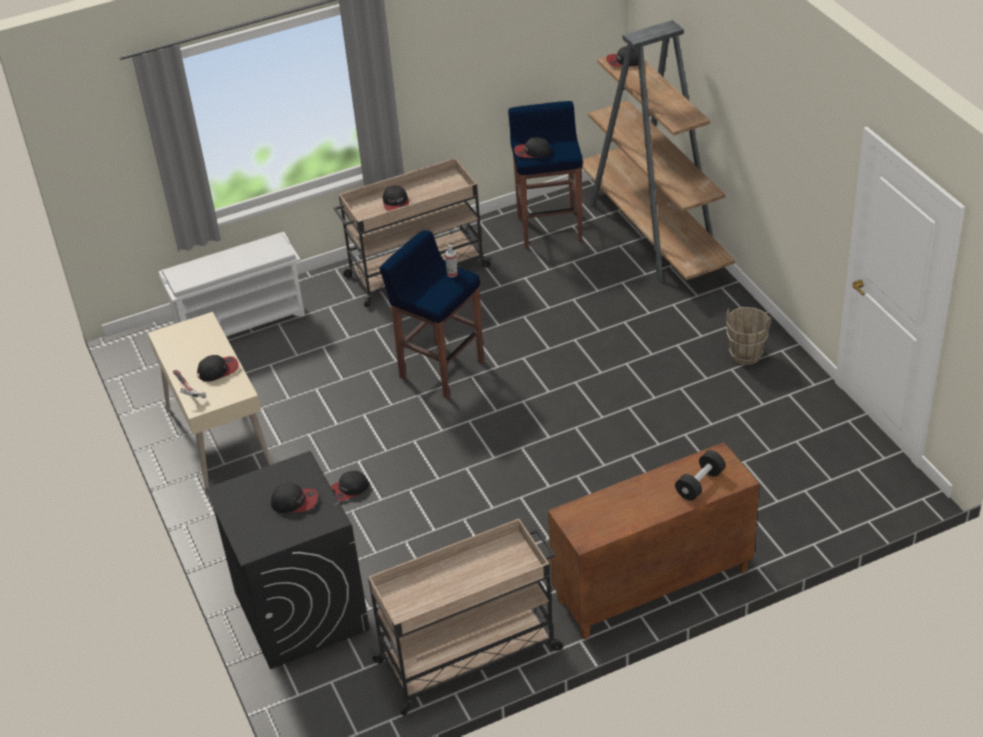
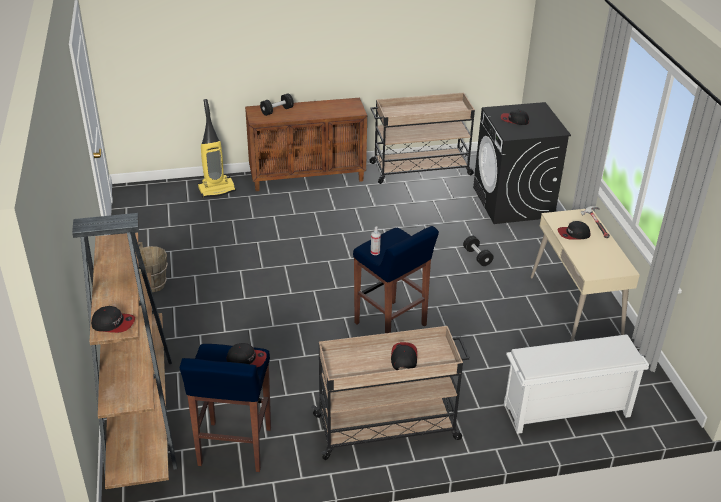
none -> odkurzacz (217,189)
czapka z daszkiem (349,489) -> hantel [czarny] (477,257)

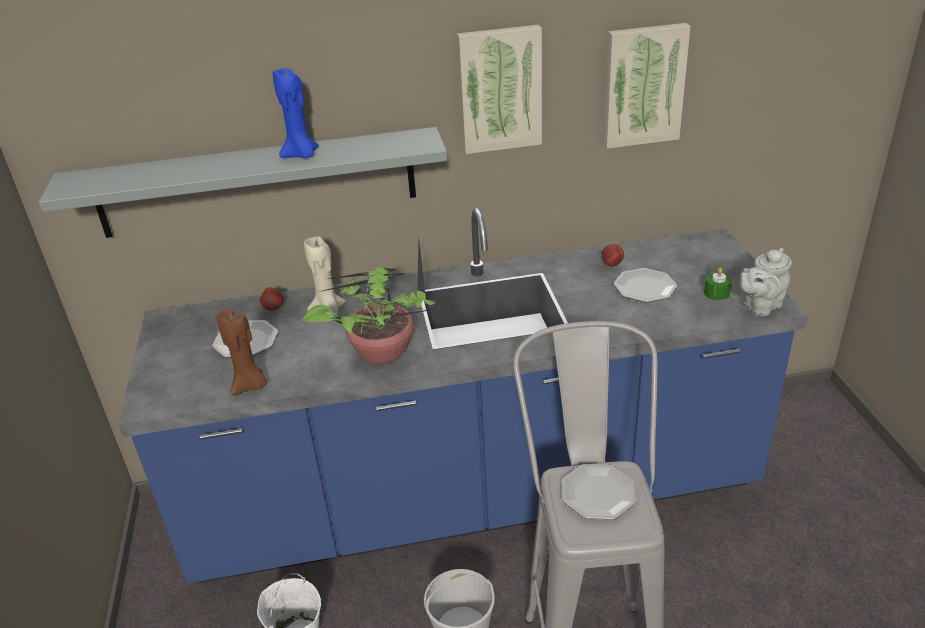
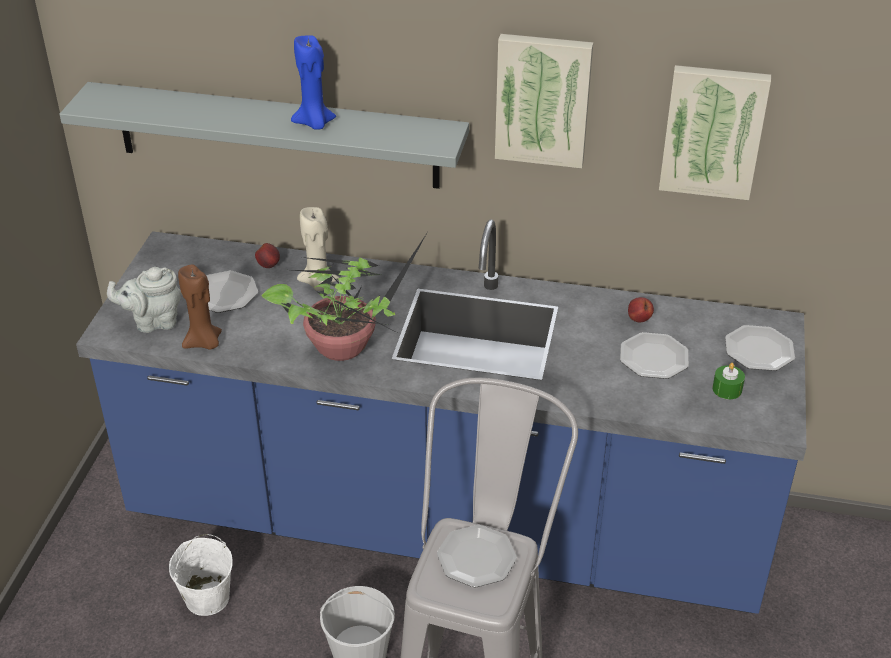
none -> talerz (758,350)
imbryk [szary] (759,306) -> imbryk [szary] (153,322), relocated

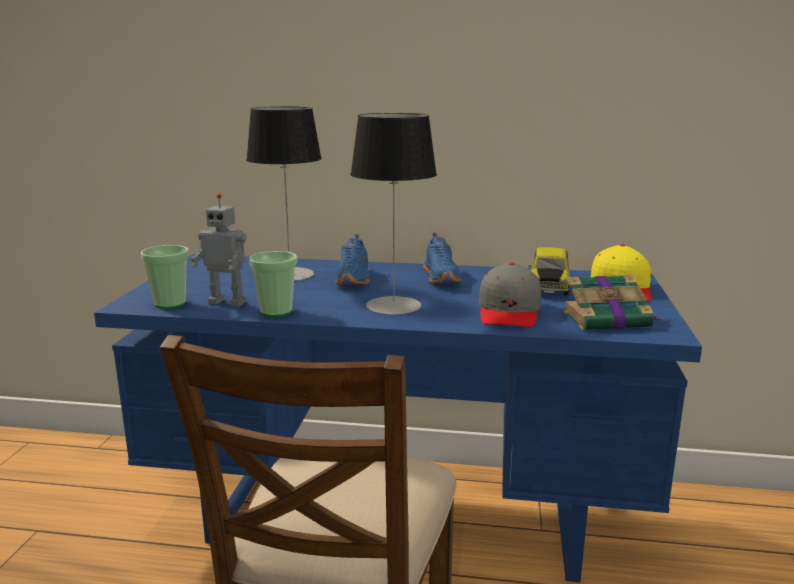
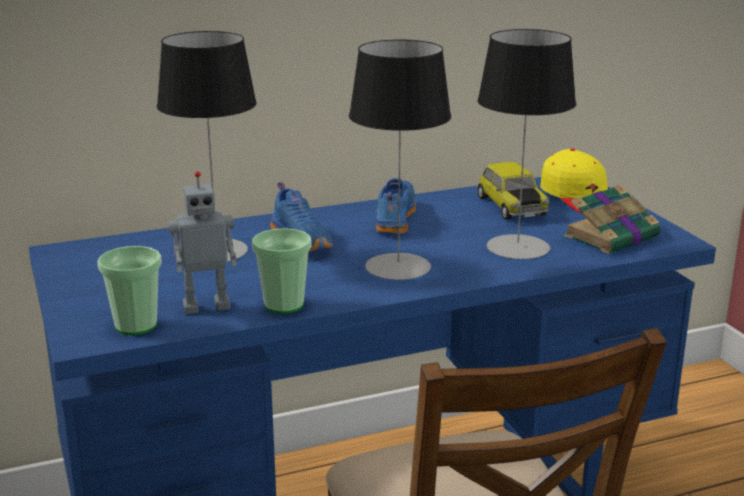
czapka z daszkiem [szary] (509,311) -> lampa stołowa (517,247)
but [niebieski] (442,277) -> but [niebieski] (393,218), 135 degrees counterclockwise

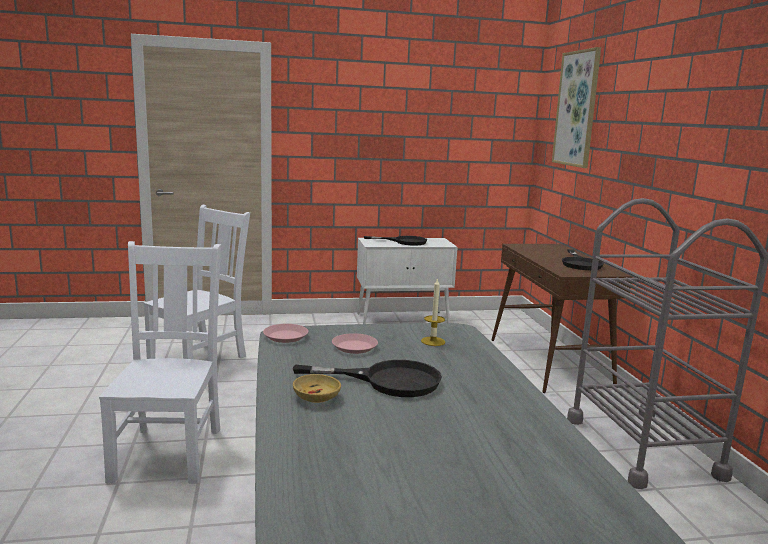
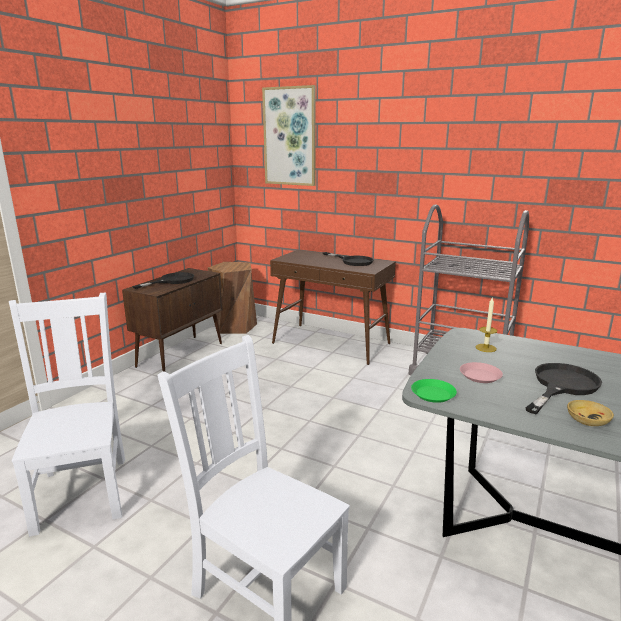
none -> stołek [brązowy] (234,326)
talerz [różowy] (286,336) -> talerz [zielony] (433,394)
szafka [biały] (403,319) -> szafka [brązowy] (181,354)

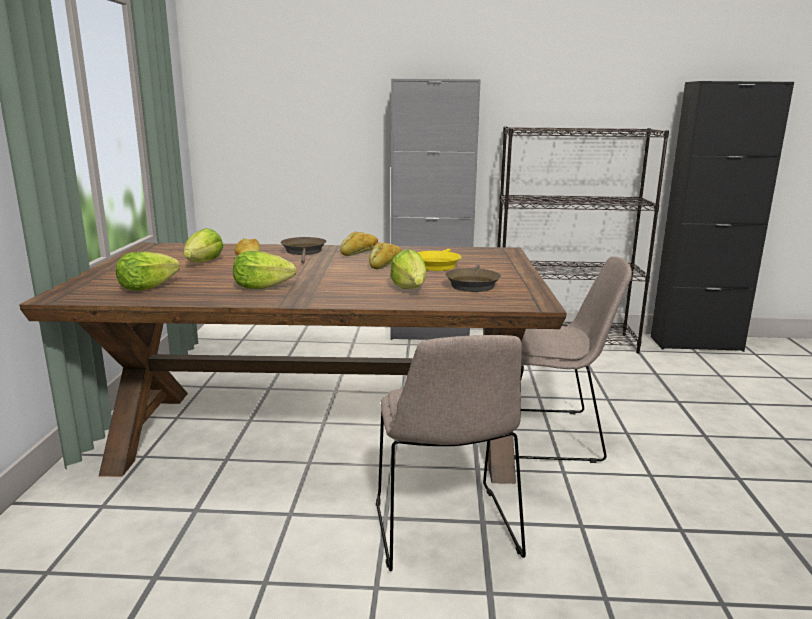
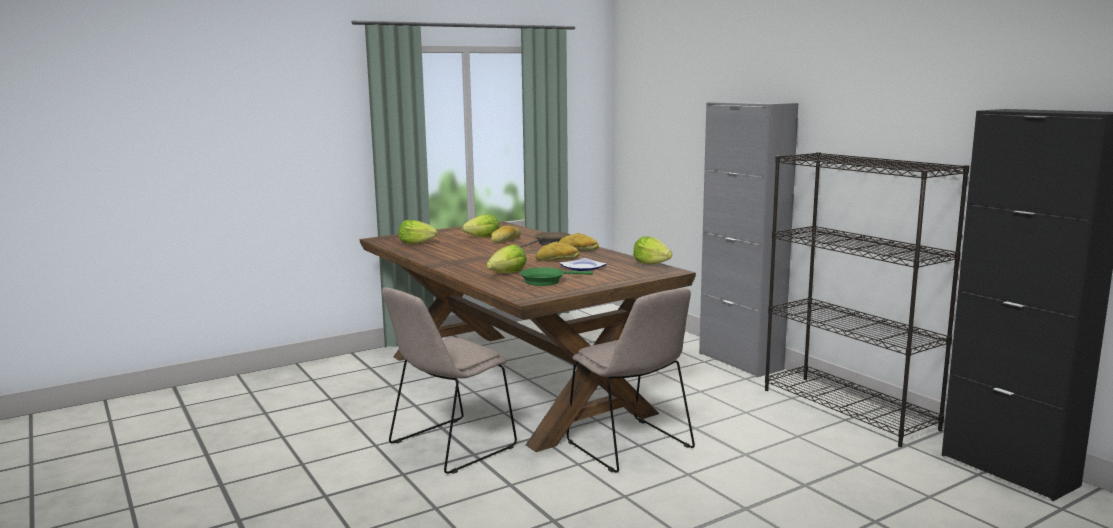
sałata (262,287) -> sałata (651,264), relocated
patelnia [żółty] (436,265) -> talerz (581,267)
patelnia [brązowy] (472,284) -> patelnia [zielony] (546,281)

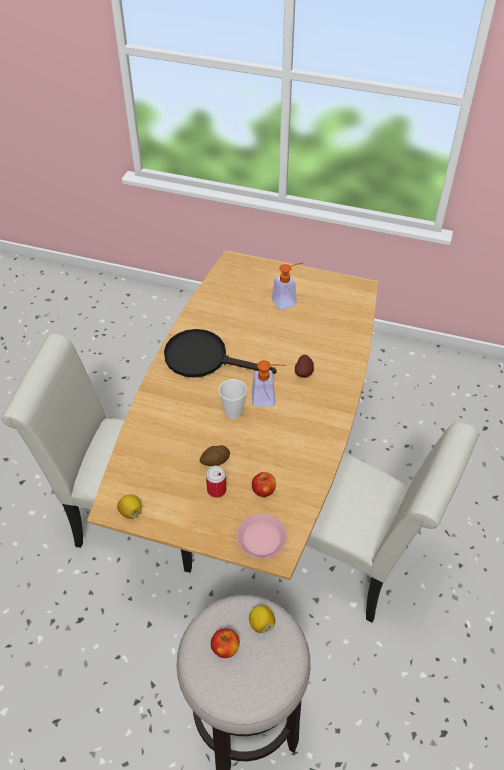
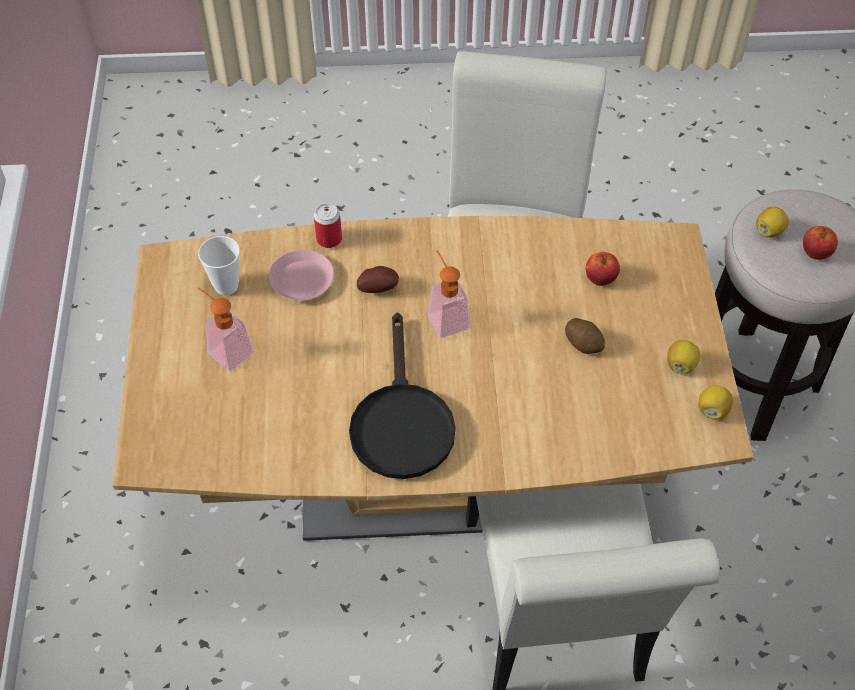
none -> cytryna (681,365)
puszka (216,490) -> puszka (329,239), relocated
filiżanka (233,412) -> filiżanka (226,286), relocated
talerz [różowy] (262,538) -> talerz [różowy] (301,279), relocated

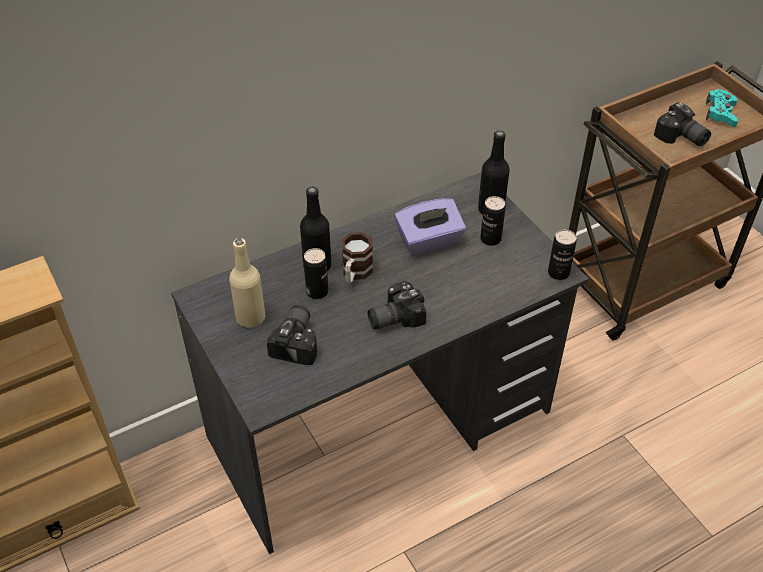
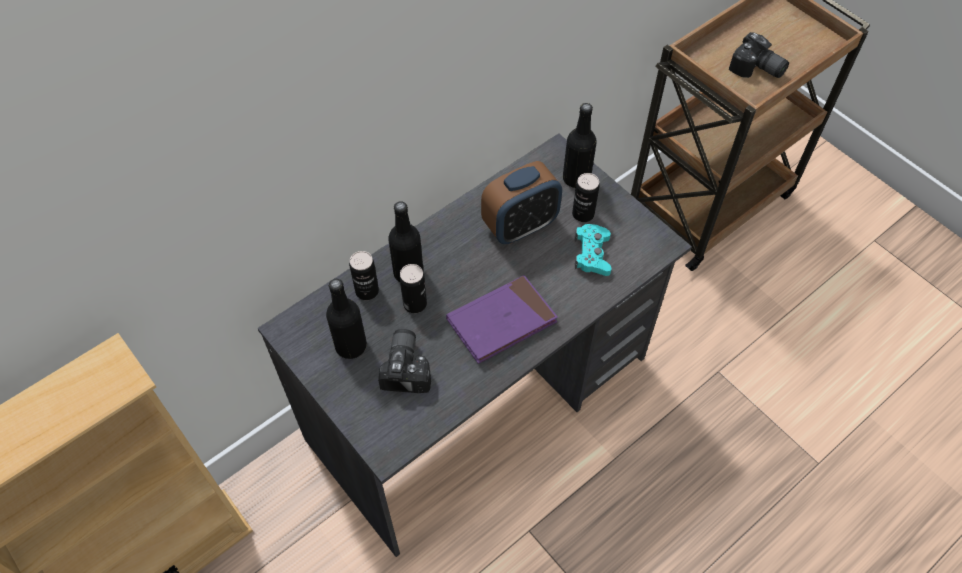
kubek (355,273) -> none
puszka (558,273) -> puszka (367,291), relocated
pad do gier [turkusowy] (720,113) -> pad do gier [turkusowy] (592,254), relocated
aparat fotograficzny (393,316) -> książka [fioletowy] (501,321)
pudełko chusteczek [fioletowy] (429,242) -> budzik (520,226)
butelka [beżowy] (250,318) -> butelka [czarny] (351,346)

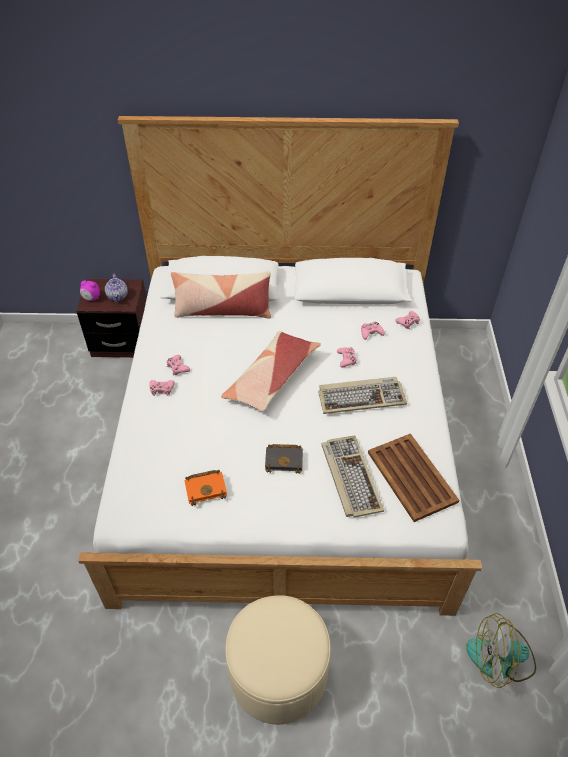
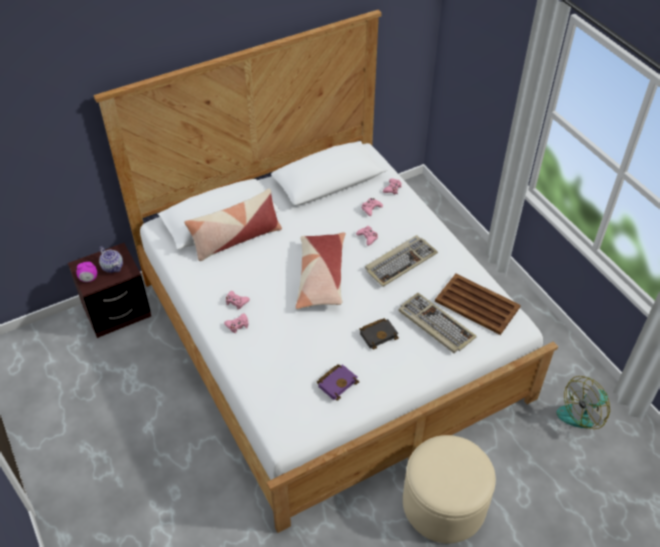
książka [pomarańczowy] (206,488) -> książka [fioletowy] (337,382)

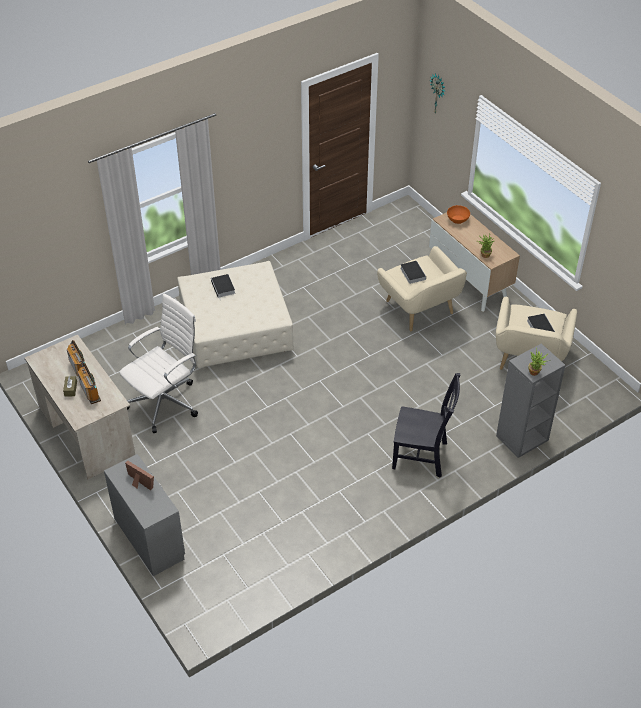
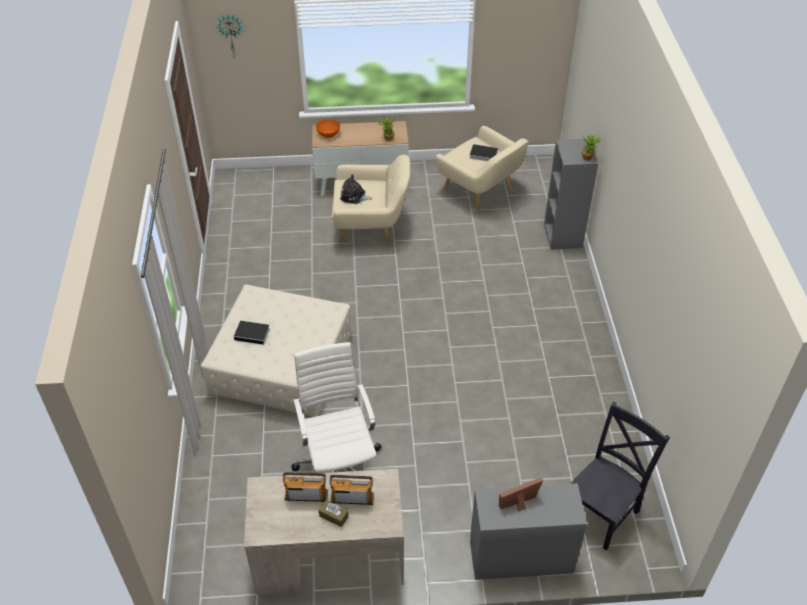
krzesło [czarny] (422,456) -> krzesło [czarny] (602,512), relocated
książka (412,273) -> pluszak (354,196)

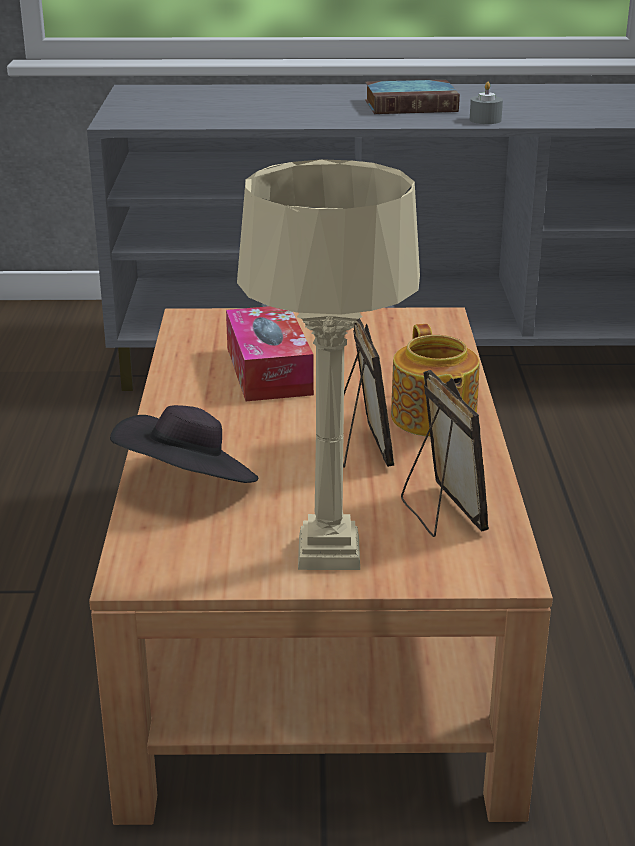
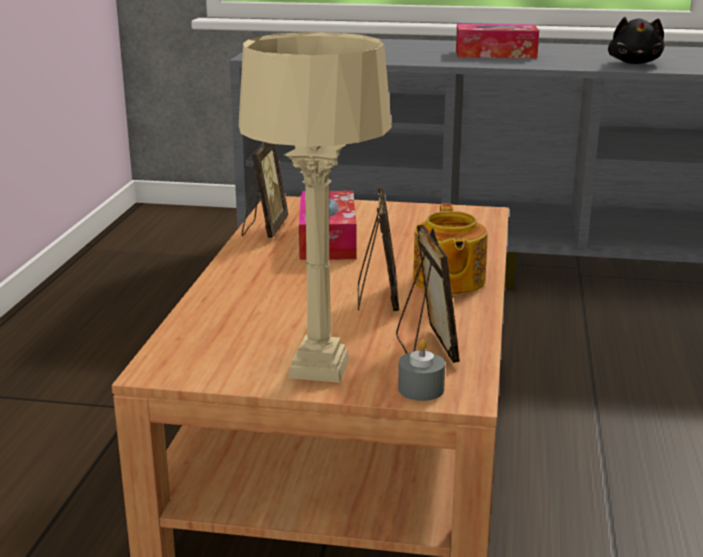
kapelusz [czarny] (188,484) -> none
none -> ramka na zdjęcie (264,229)
none -> pluszak [czarny] (634,63)
świeca [szary] (485,120) -> świeca [szary] (421,389), relocated
książka (412,105) -> pudełko chusteczek (495,54)

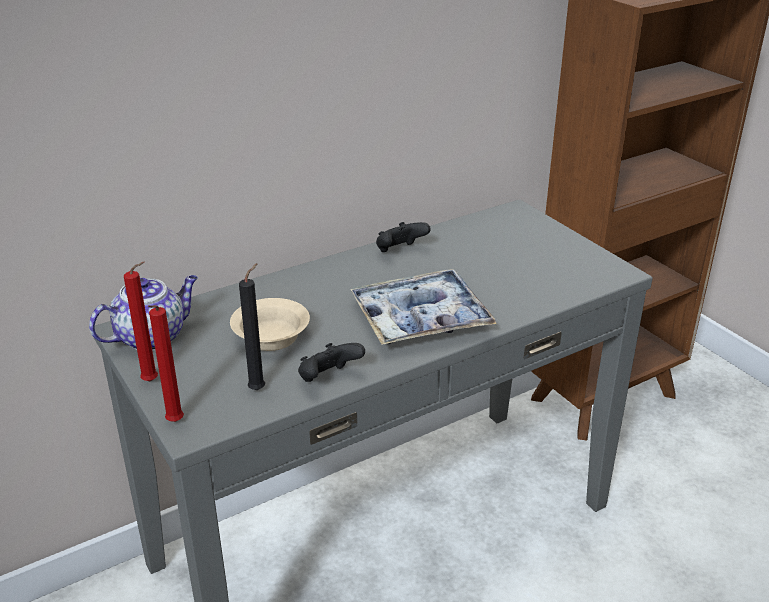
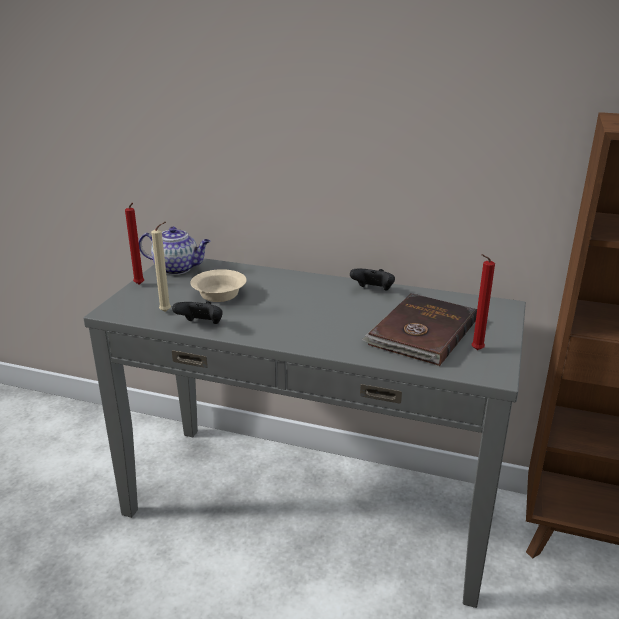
taca (420,319) -> none
none -> książka [brązowy] (421,332)
świeca [czerwony] (173,423) -> świeca [czerwony] (475,350), relocated
świeca [czarny] (259,388) -> świeca [beżowy] (167,311)

